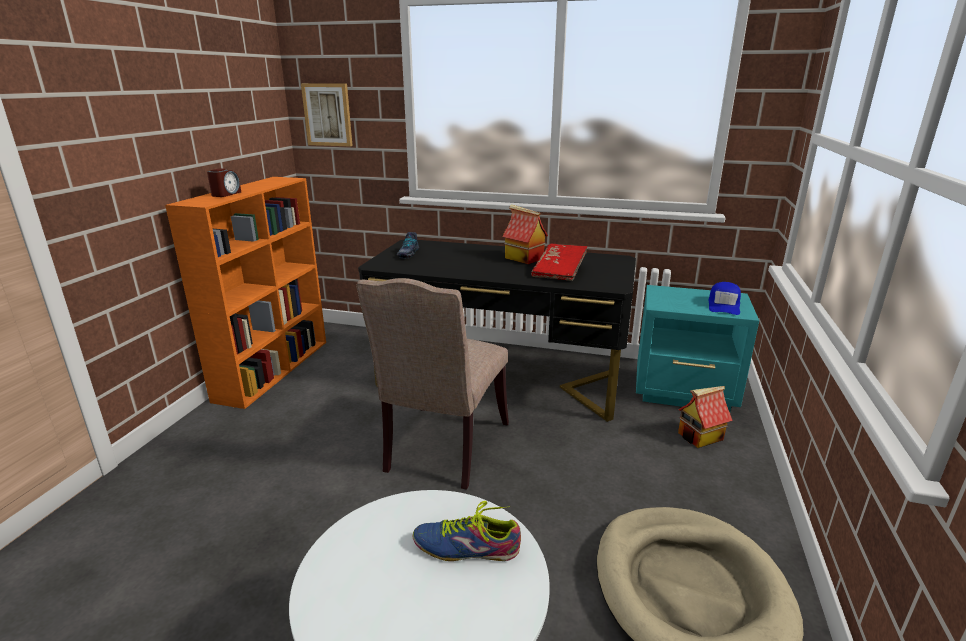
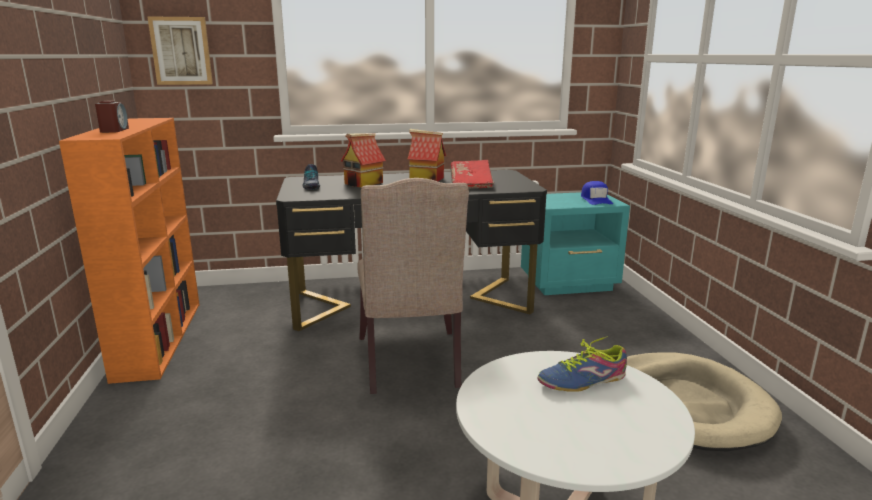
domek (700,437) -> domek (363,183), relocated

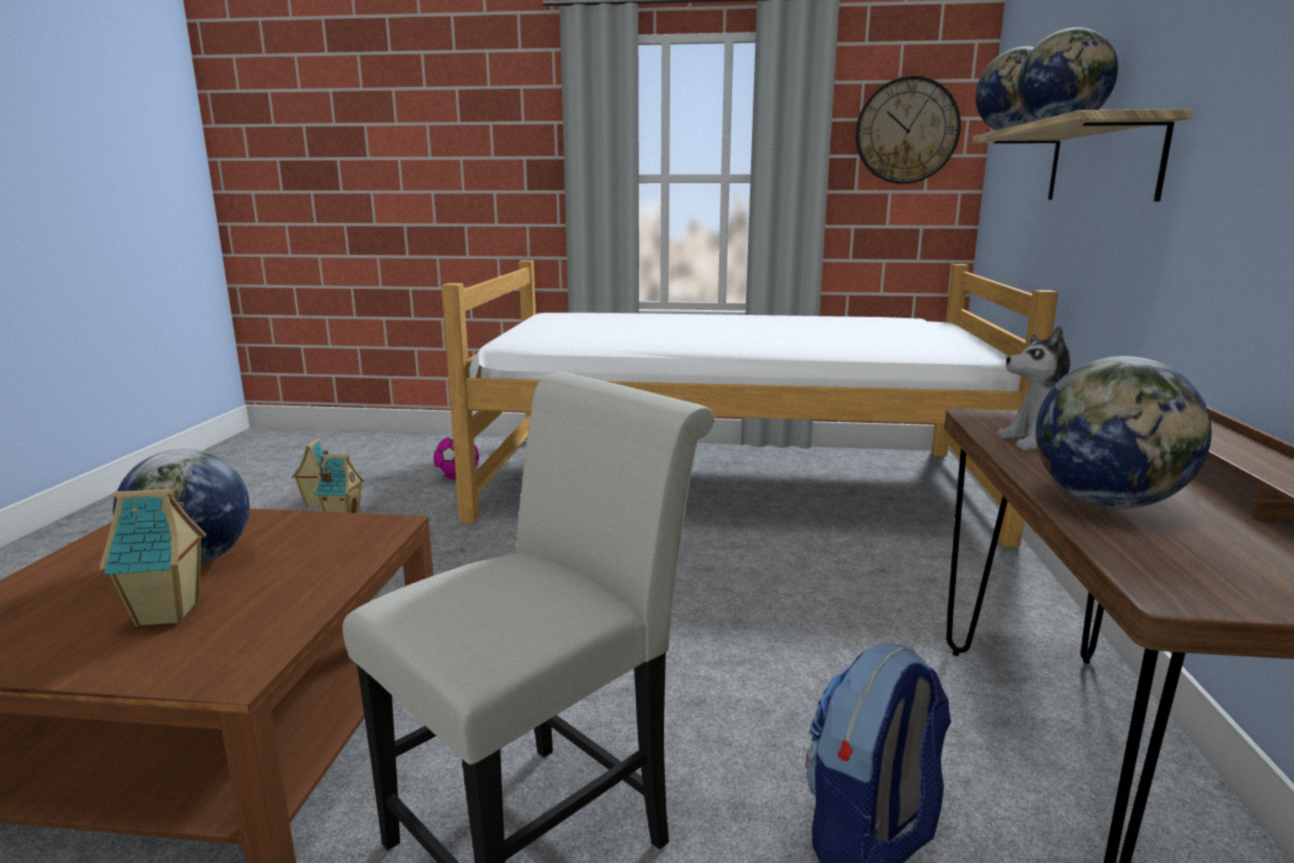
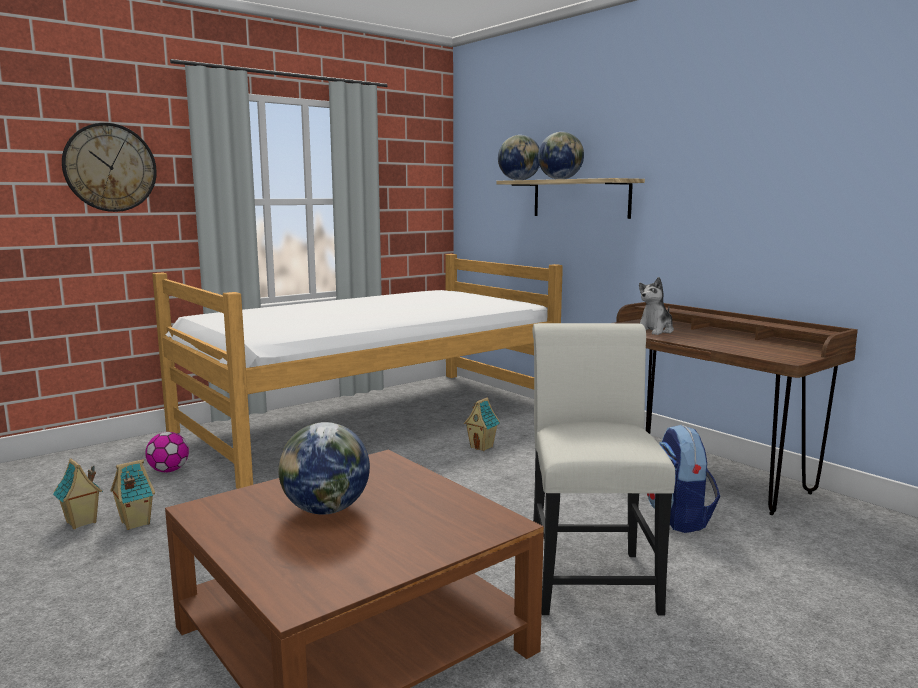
globus (1107,503) -> none
domek (169,614) -> domek (482,447), relocated
zegar ścienny (907,131) -> zegar ścienny (110,167), relocated

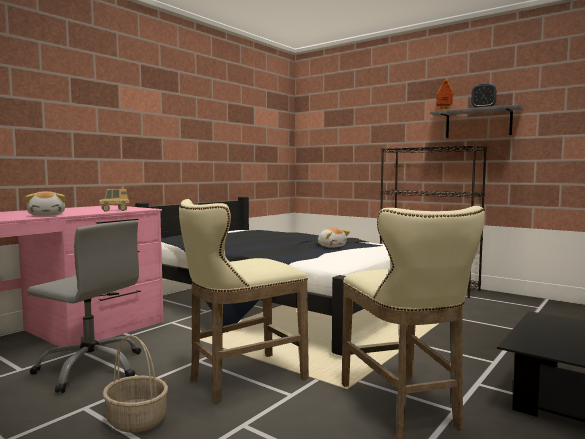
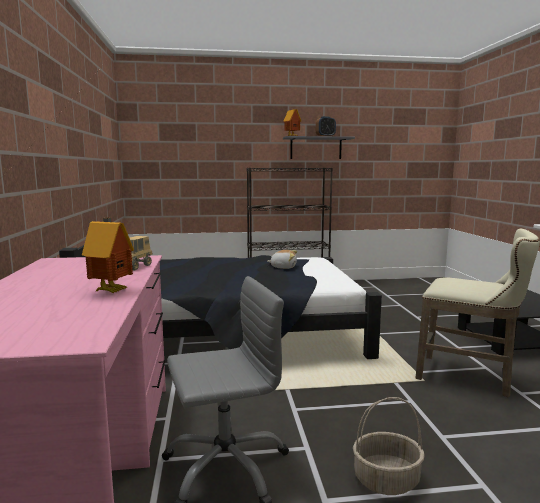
stołek [beżowy] (241,379) -> none
pluszak (47,215) -> domek (112,291)

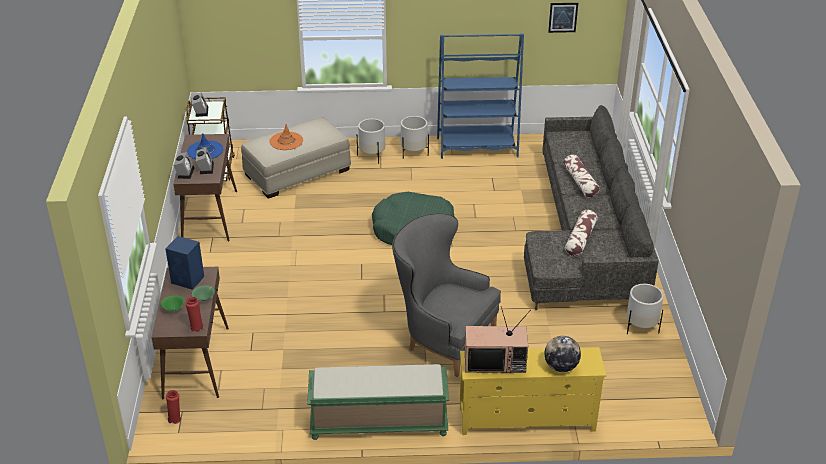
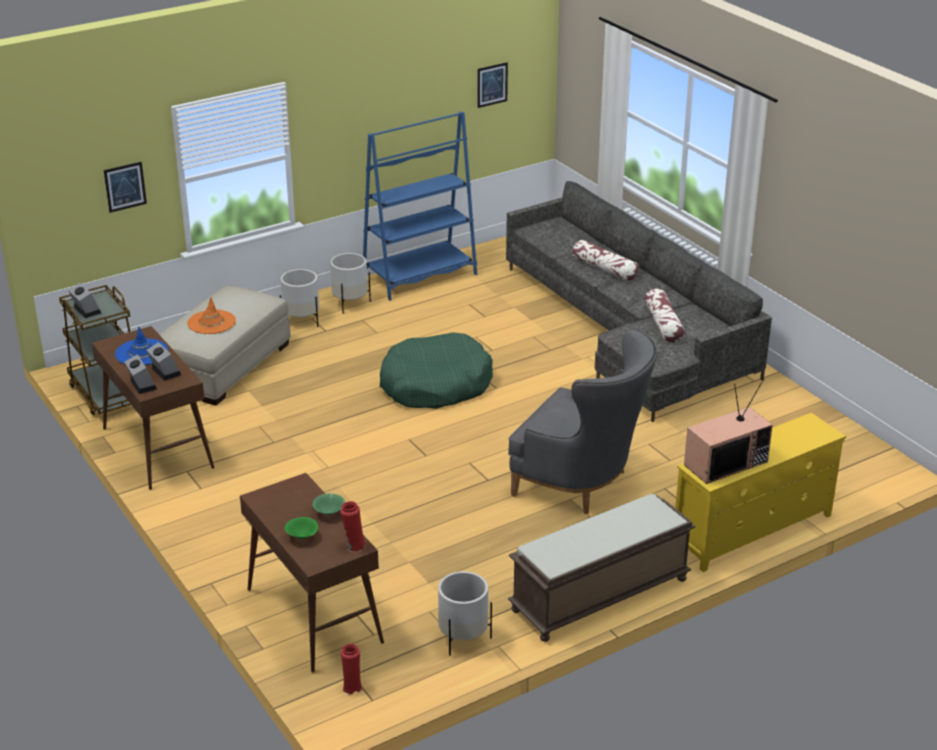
głośnik [niebieski] (188,280) -> none
globus (561,367) -> none
none -> obraz (125,186)
donica [biały] (641,327) -> donica [biały] (463,638), relocated
ławka [zielony] (378,423) -> ławka [brązowy] (599,596)
fotel [szary] (442,338) -> fotel [szary] (582,484), 150 degrees counterclockwise

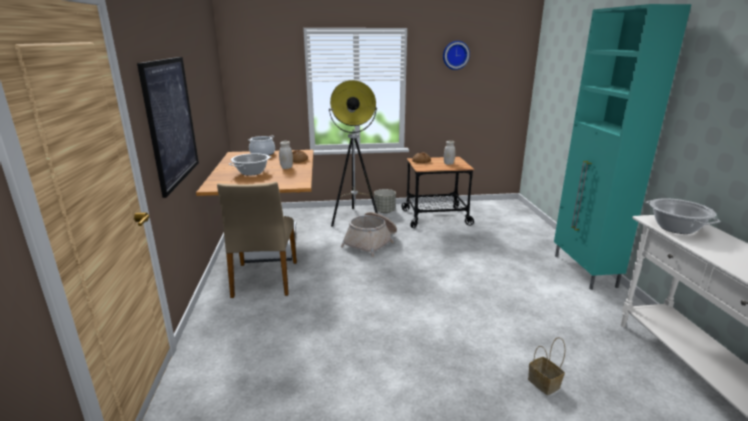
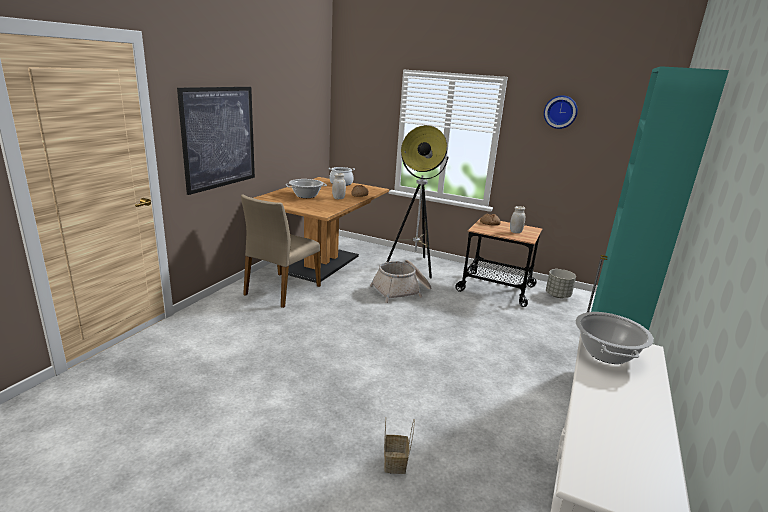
donica [szary] (384,211) -> donica [szary] (558,295), relocated

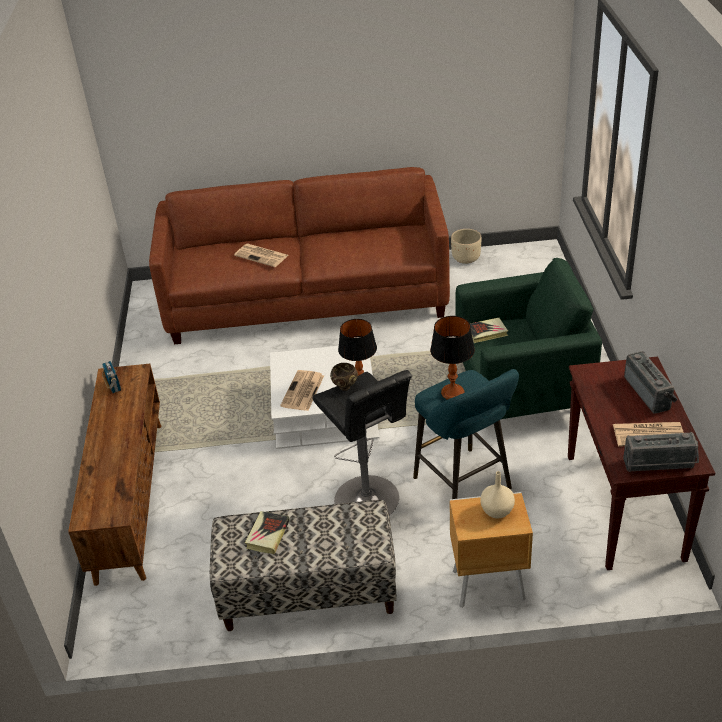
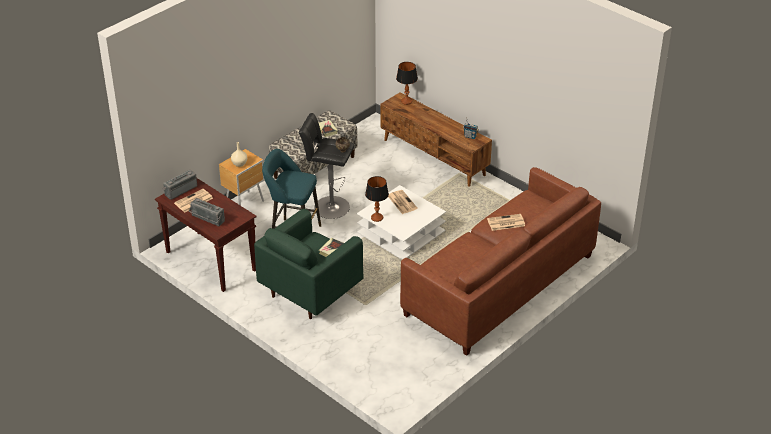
donica [beżowy] (466,258) -> none
lampa stołowa (452,393) -> lampa stołowa (406,101), relocated

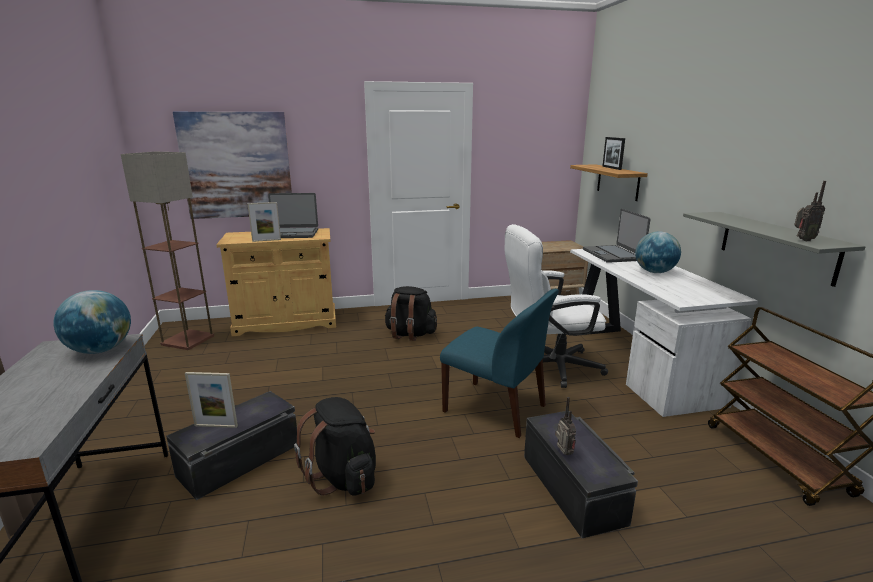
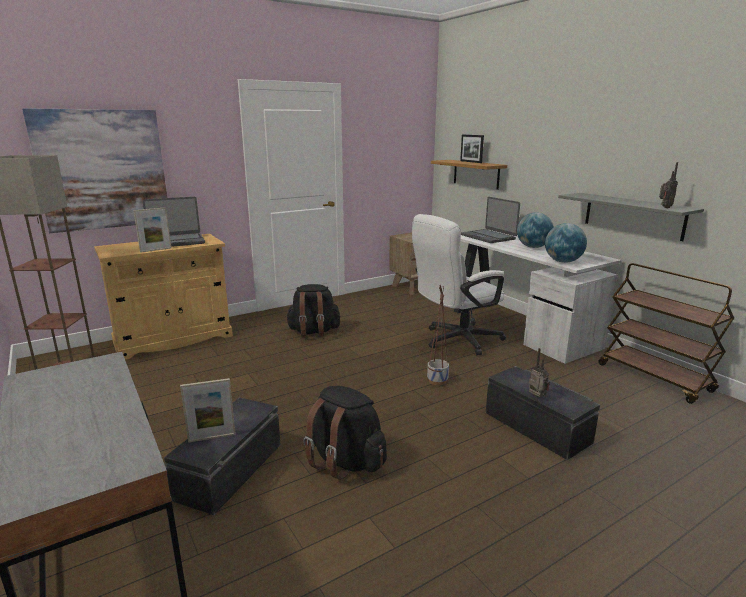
globus (101,350) -> globus (563,261), relocated
krzesło [niebieski] (496,409) -> donica (437,381)

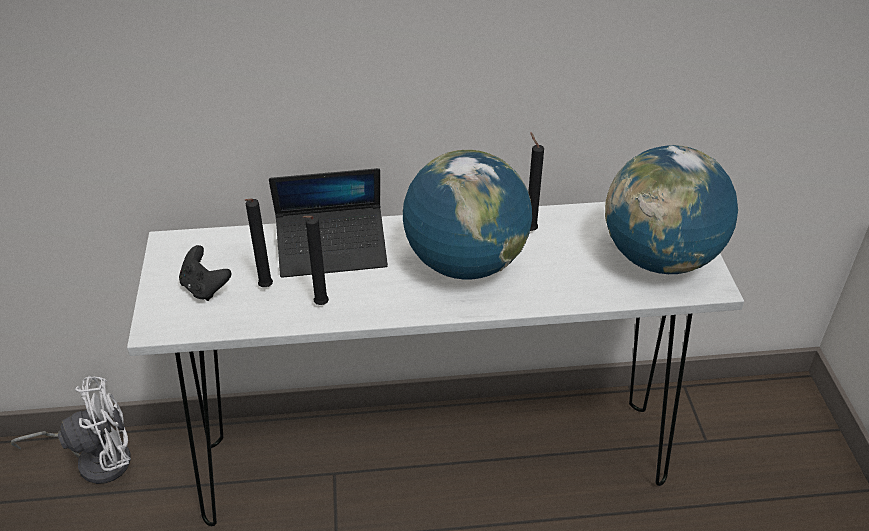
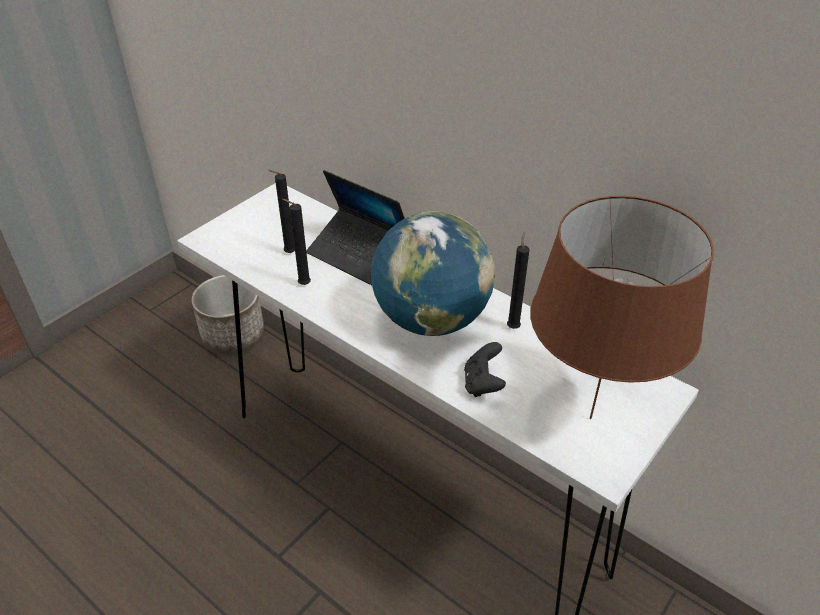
pad do gier [czarny] (205,288) -> pad do gier [czarny] (483,384), relocated
wentylator [biały] (96,459) -> donica (233,333)
globus (659,258) -> lampa stołowa [brązowy] (589,418)

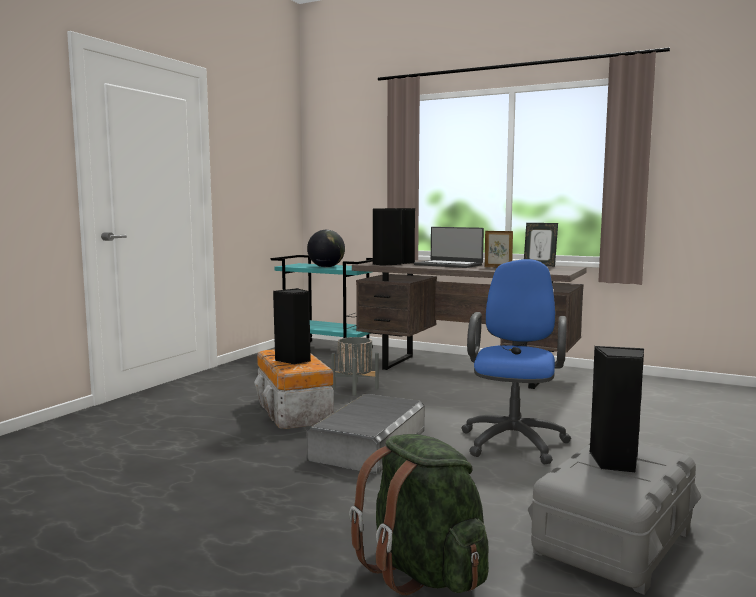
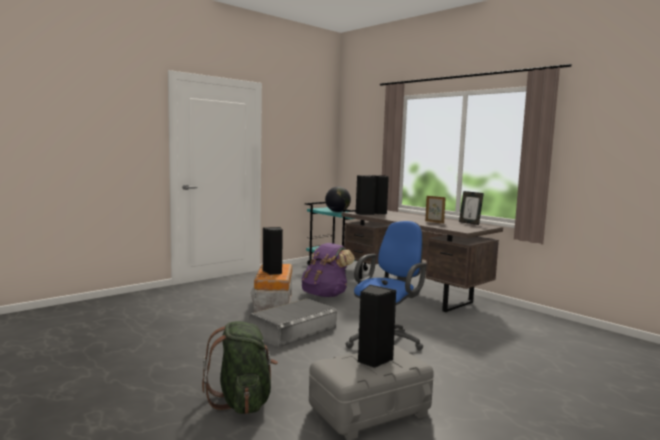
laptop (448,265) -> none
donica [szary] (355,388) -> plecak [fioletowy] (325,295)

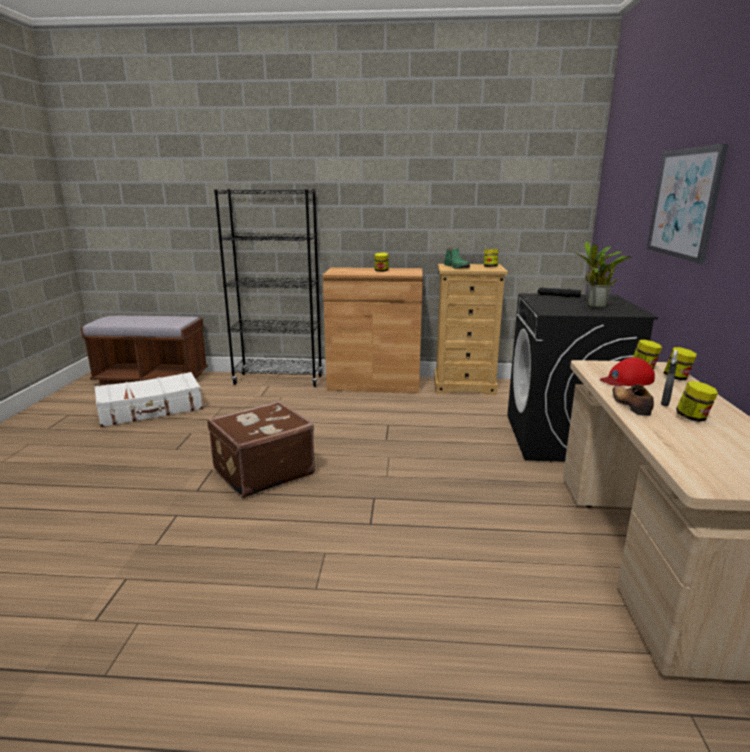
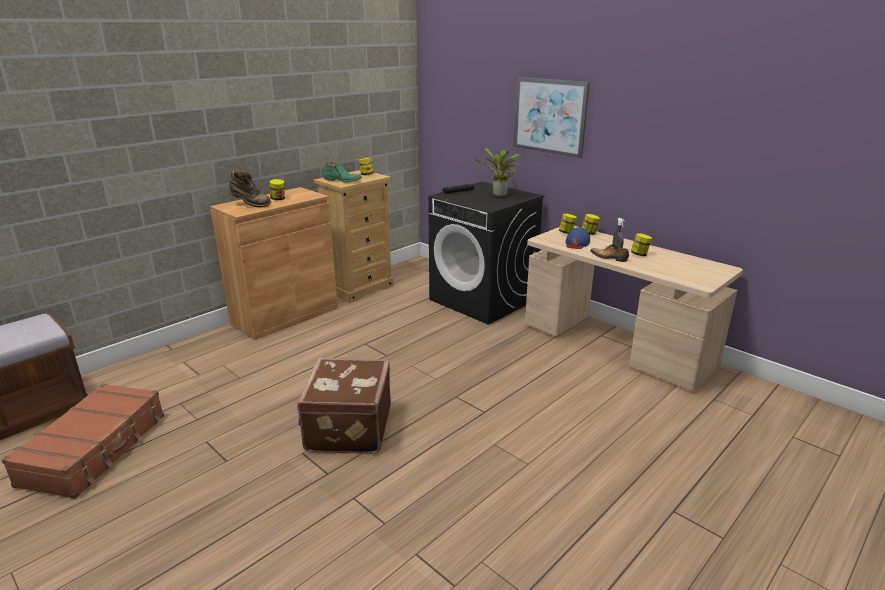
regał [czarny] (278,380) -> none
none -> but z cholewką [brązowy] (250,205)
walizka [biały] (151,409) -> walizka [brązowy] (96,449)
czapka z daszkiem [czerwony] (626,380) -> czapka z daszkiem [niebieski] (576,243)

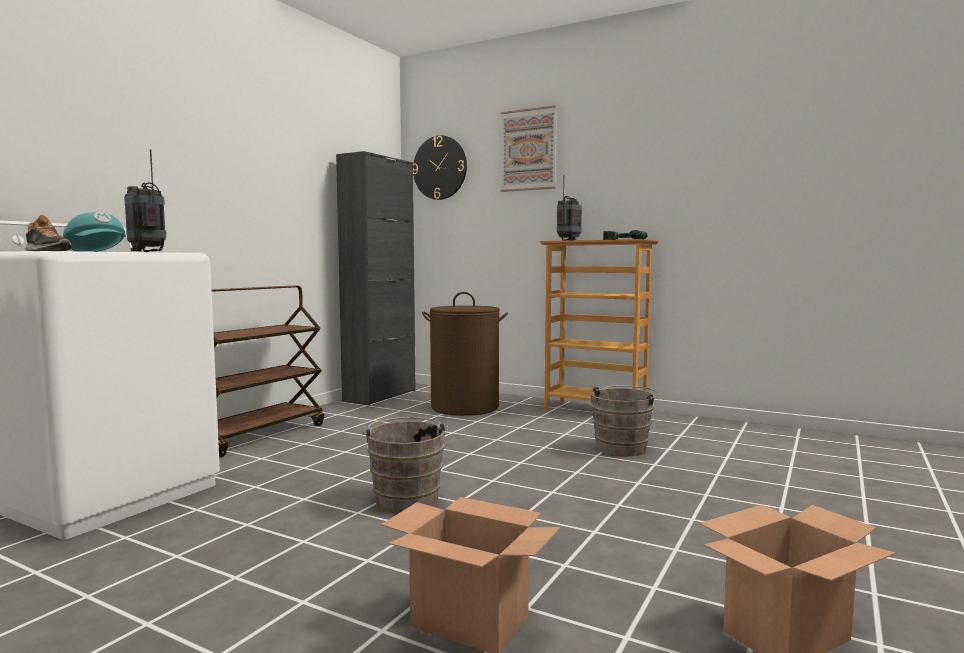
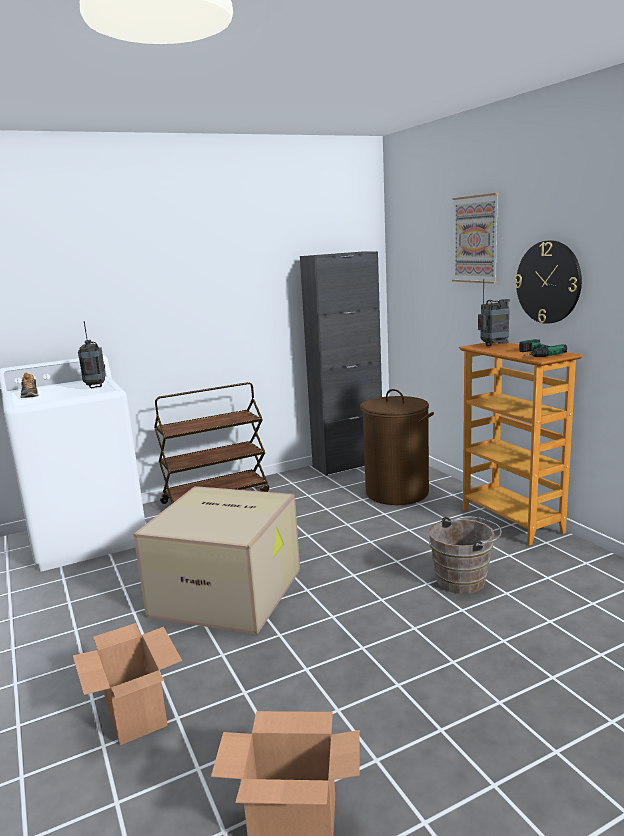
czapka z daszkiem [turkusowy] (98,251) -> none
zegar ścienny (440,168) -> zegar ścienny (548,282), relocated
wiadro [brązowy] (406,498) -> karton (229,591)

